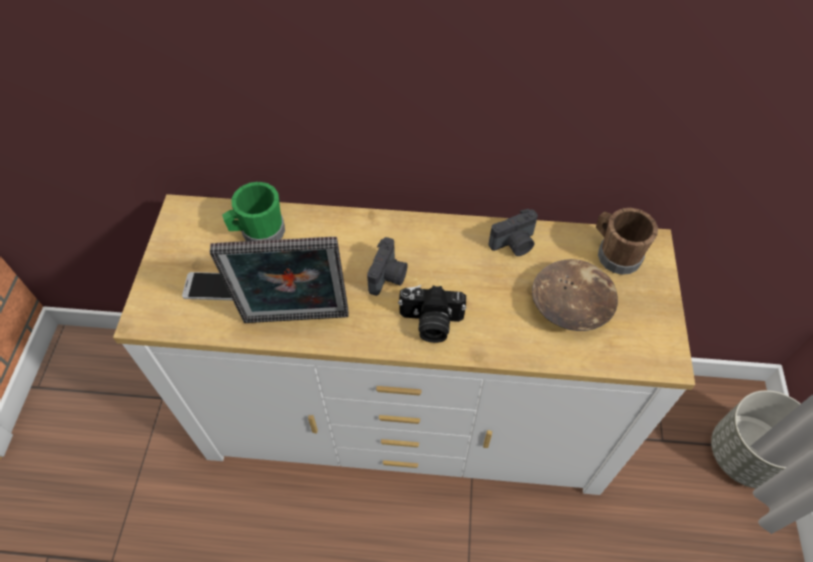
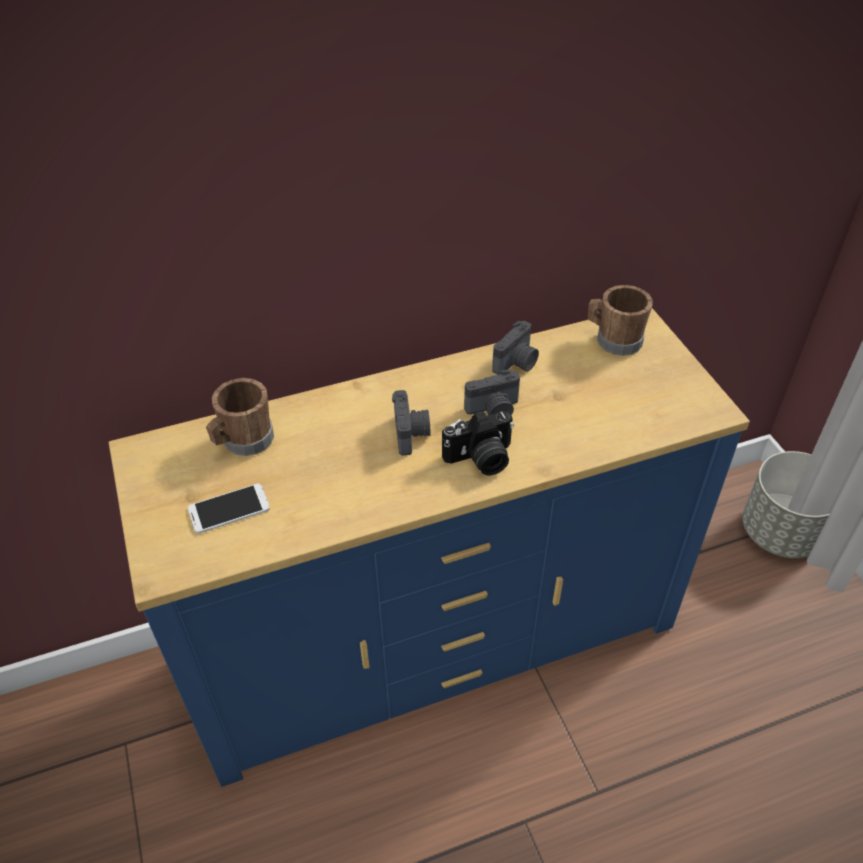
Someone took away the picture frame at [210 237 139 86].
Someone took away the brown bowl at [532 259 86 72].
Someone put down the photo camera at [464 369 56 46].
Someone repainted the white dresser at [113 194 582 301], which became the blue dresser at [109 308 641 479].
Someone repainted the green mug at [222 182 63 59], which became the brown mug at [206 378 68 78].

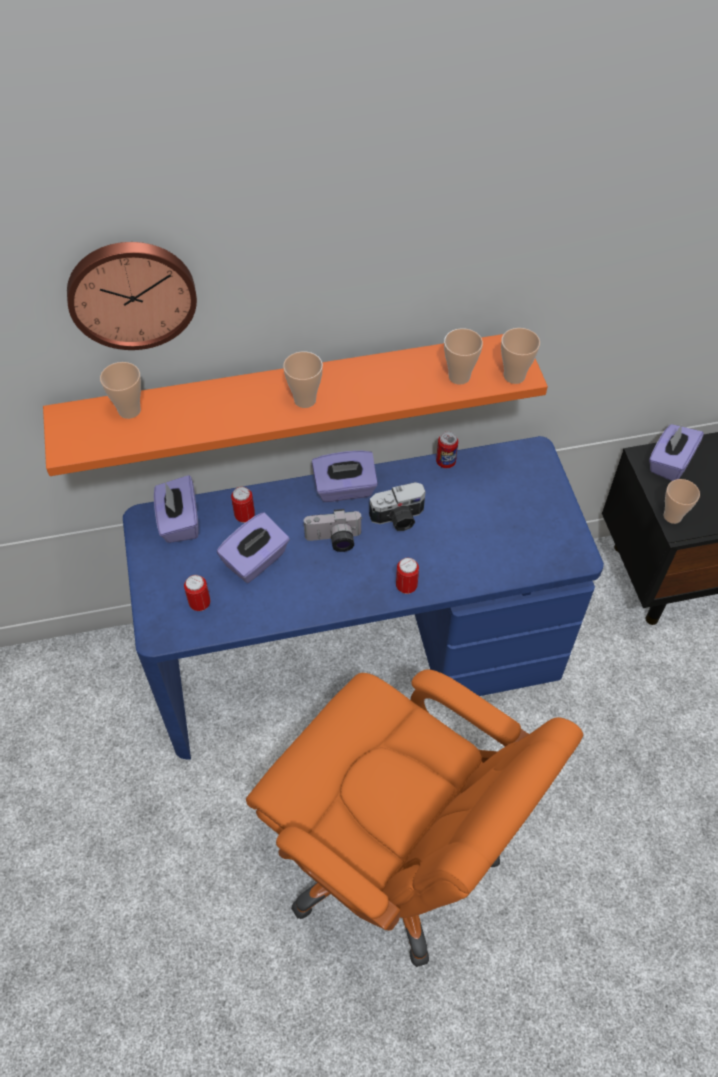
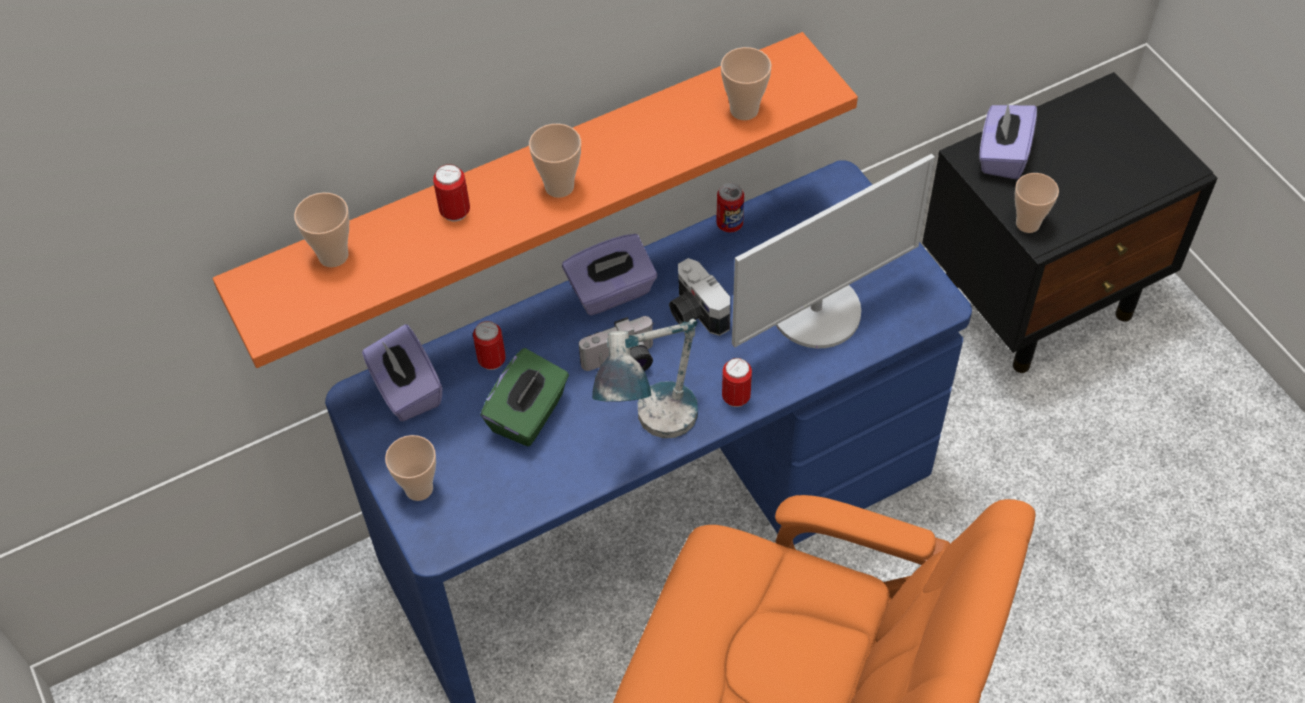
Someone took away the wall clock at [67 242 130 108].
Someone put down the table lamp at [592 318 106 120].
Someone put down the monitor at [732 154 203 194].
Someone carried the can from [184 575 26 36] to [433 164 37 58].
Someone carried the cup from [501 328 39 56] to [385 435 51 66].
Someone repainted the purple tissue box at [217 512 73 71], which became the green tissue box at [480 348 89 98].
Someone rotated the photo camera at [369 482 57 49] by 90 degrees clockwise.

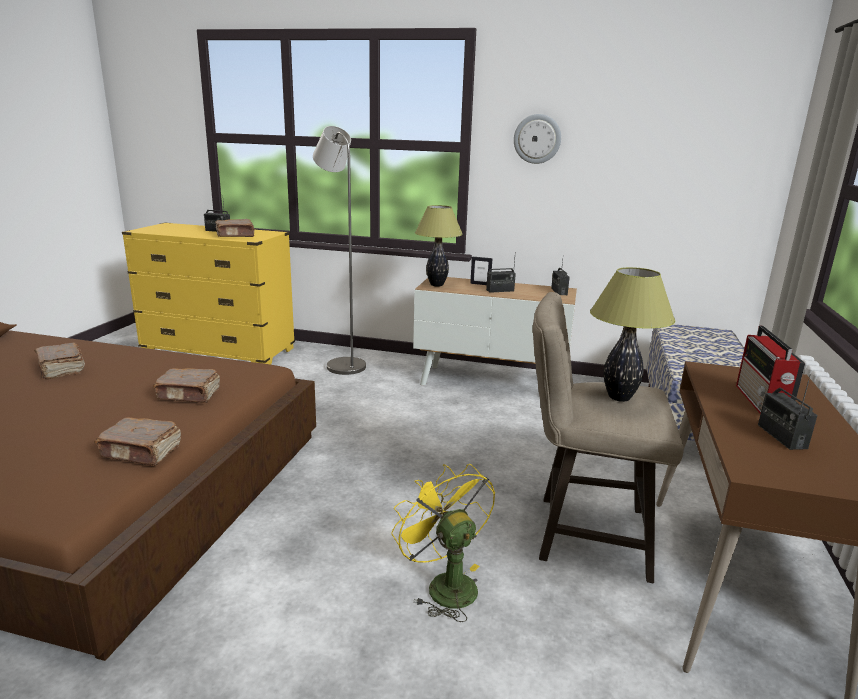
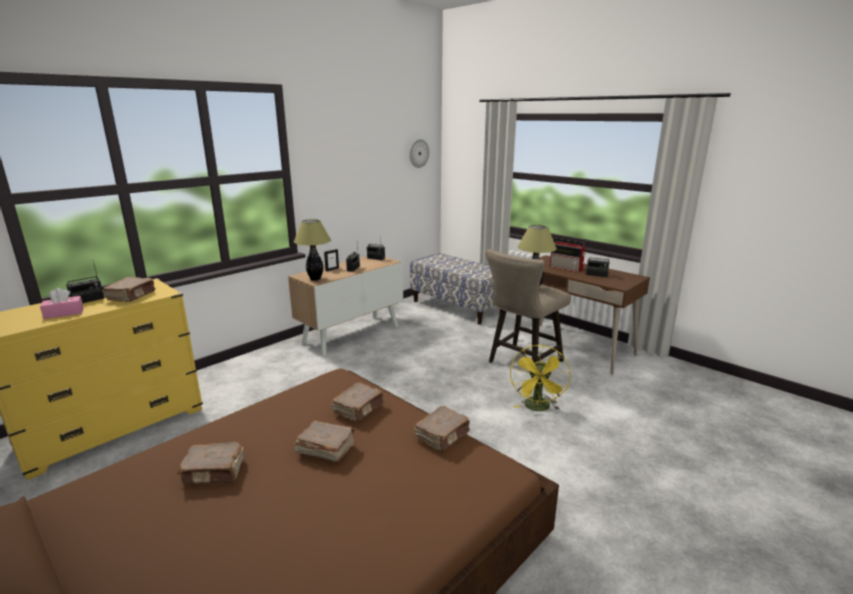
Someone took away the grey floor lamp at [313 126 53 249].
Someone put down the pink tissue box at [40 288 44 31].
Someone put down the brown book at [295 420 60 42].
Someone carried the wall clock from [514 114 47 50] to [409 139 20 29].
Someone rotated the yellow fan at [391 464 105 158] by 75 degrees counterclockwise.

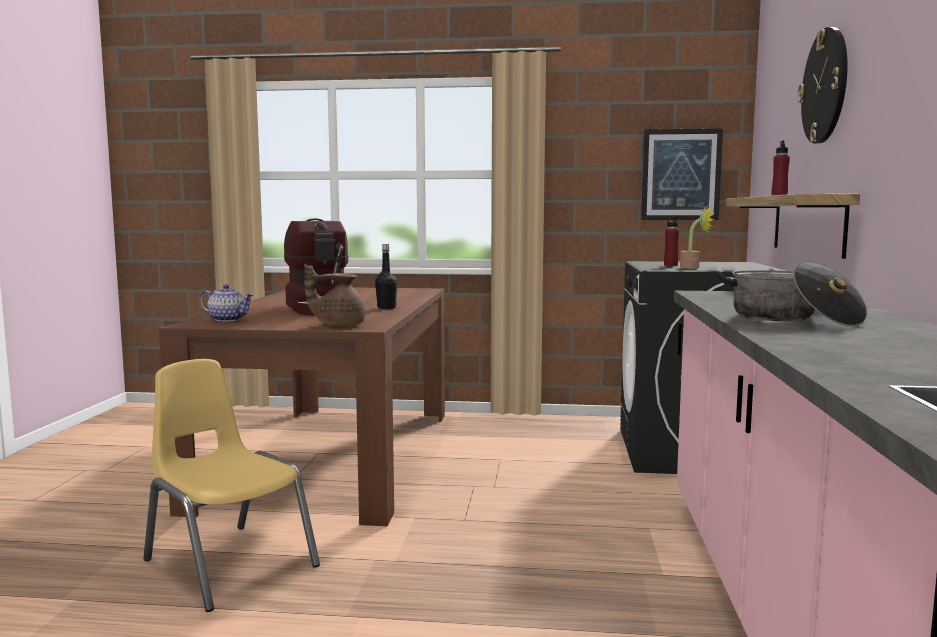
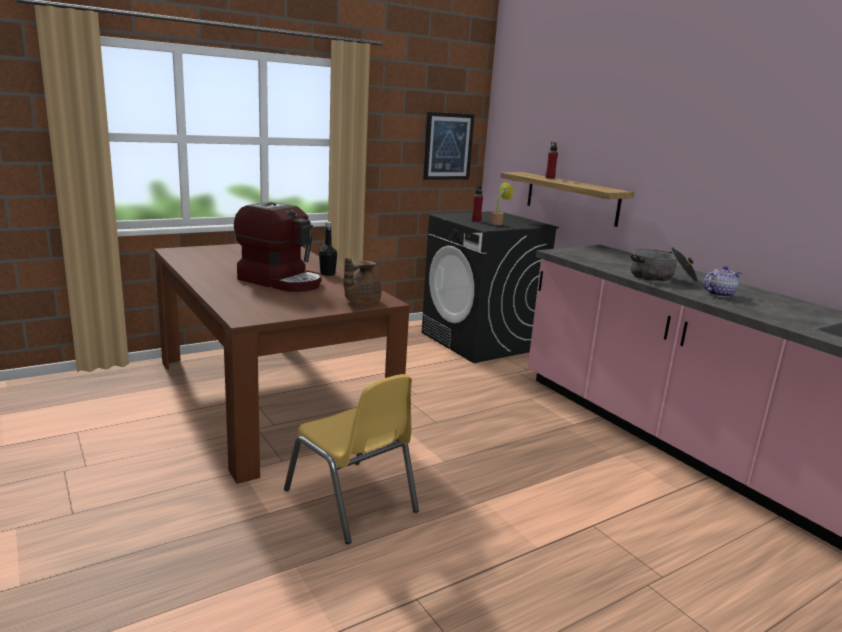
Someone took away the wall clock at [798 27 49 117].
Someone carried the teapot from [199 284 55 38] to [703 266 38 31].
Someone rotated the yellow chair at [143 359 177 253] by 135 degrees counterclockwise.

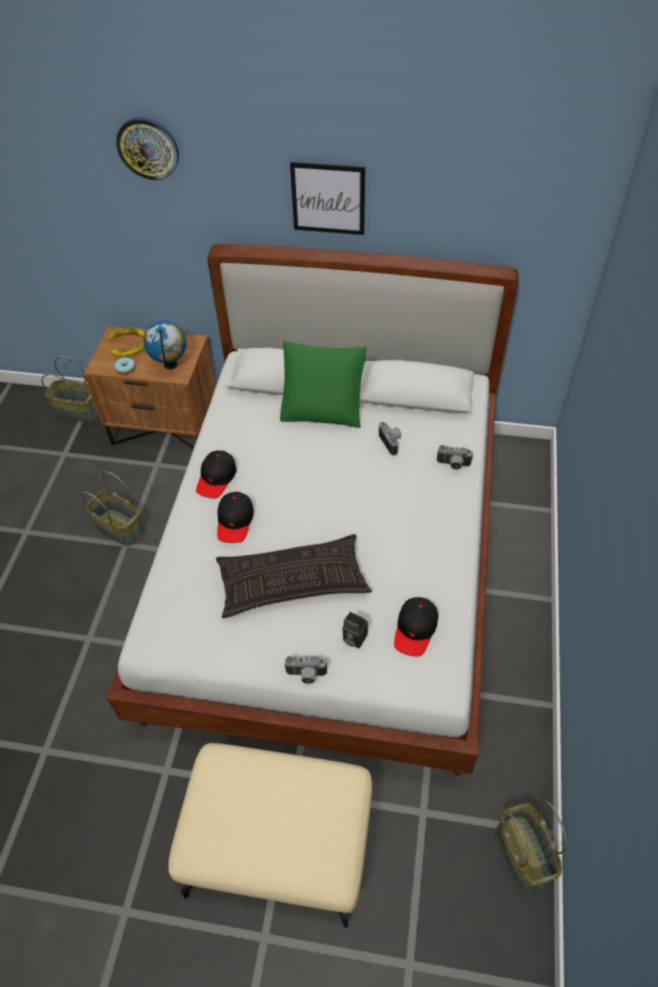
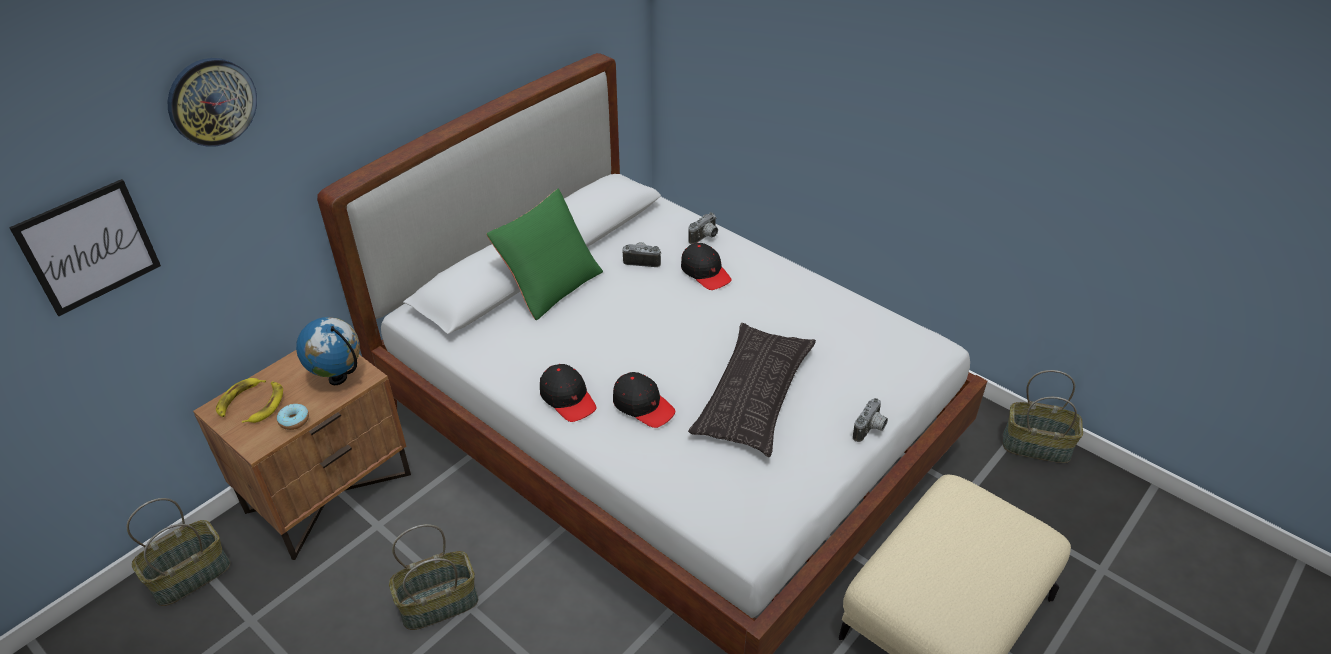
Someone took away the photo camera at [342 612 26 36].
Someone carried the picture from [290 162 75 73] to [9 179 152 137].
Someone carried the black cap from [394 597 44 59] to [681 243 51 47].

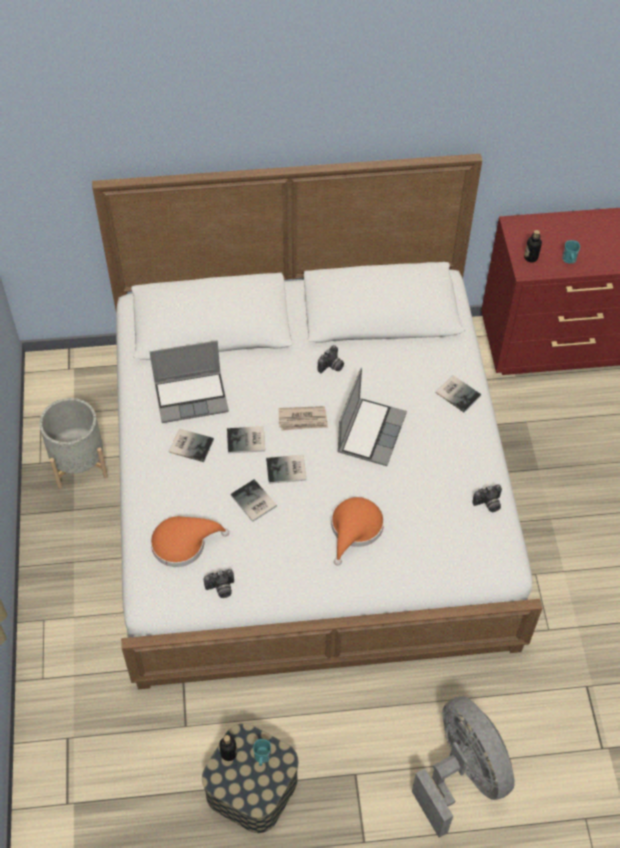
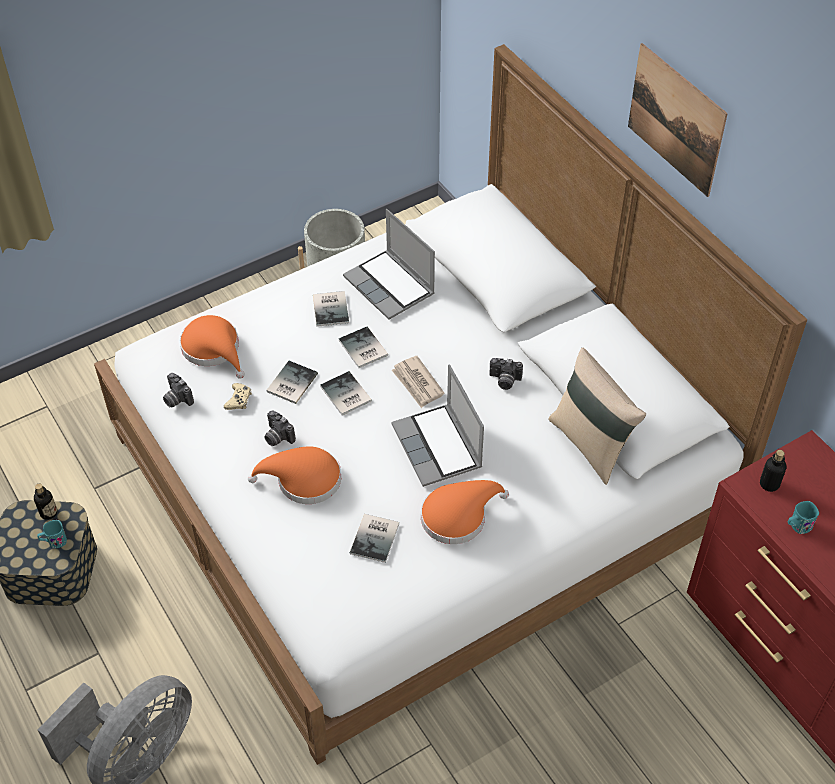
Someone put down the beige game controller at [224 383 28 27].
Someone put down the orange hat at [421 480 88 64].
Someone put down the beige pillow at [548 348 98 137].
Someone put up the picture at [628 43 100 154].
Someone carried the book from [436 375 45 37] to [350 514 49 49].
Someone carried the photo camera from [473 484 29 28] to [265 411 31 35].
Someone rotated the laptop at [337 368 70 98] by 75 degrees clockwise.

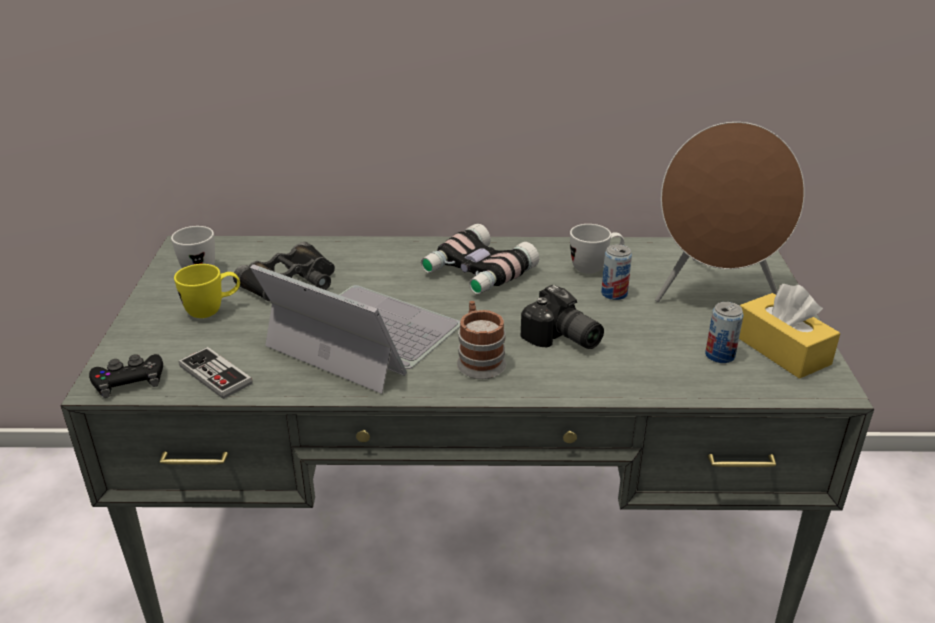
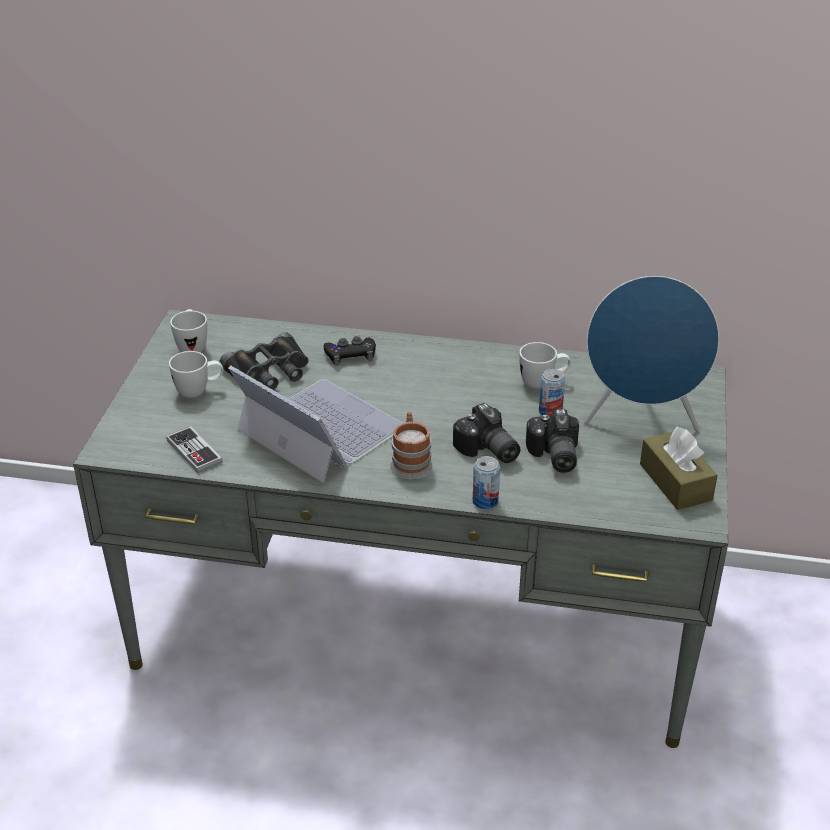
Someone took away the binoculars at [421 223 118 71].
Someone put down the photo camera at [526 409 53 64].
Someone carried the black game controller from [89 354 74 44] to [324 336 52 30].
Someone carried the can from [705 302 39 61] to [473 456 27 53].
Someone repainted the yellow mug at [174 264 66 54], which became the white mug at [169 351 55 47].
Someone repainted the brown speaker at [655 122 150 180], which became the blue speaker at [584 276 135 156].
Someone repainted the yellow tissue box at [739 284 101 95], which became the brown tissue box at [640 426 78 84].

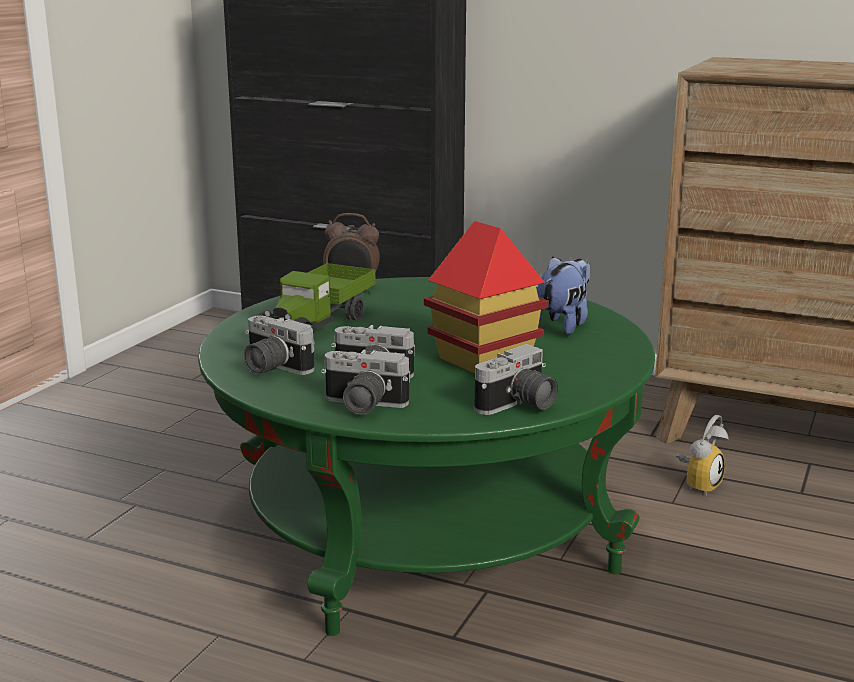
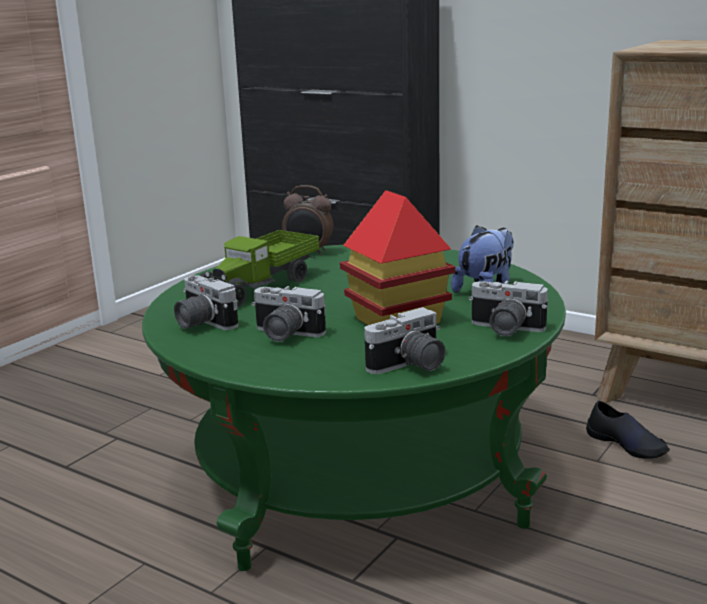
Someone carried the photo camera from [321 350 89 65] to [468 280 80 56].
Someone swapped the alarm clock at [676 415 53 80] for the black shoe at [586 401 84 58].

